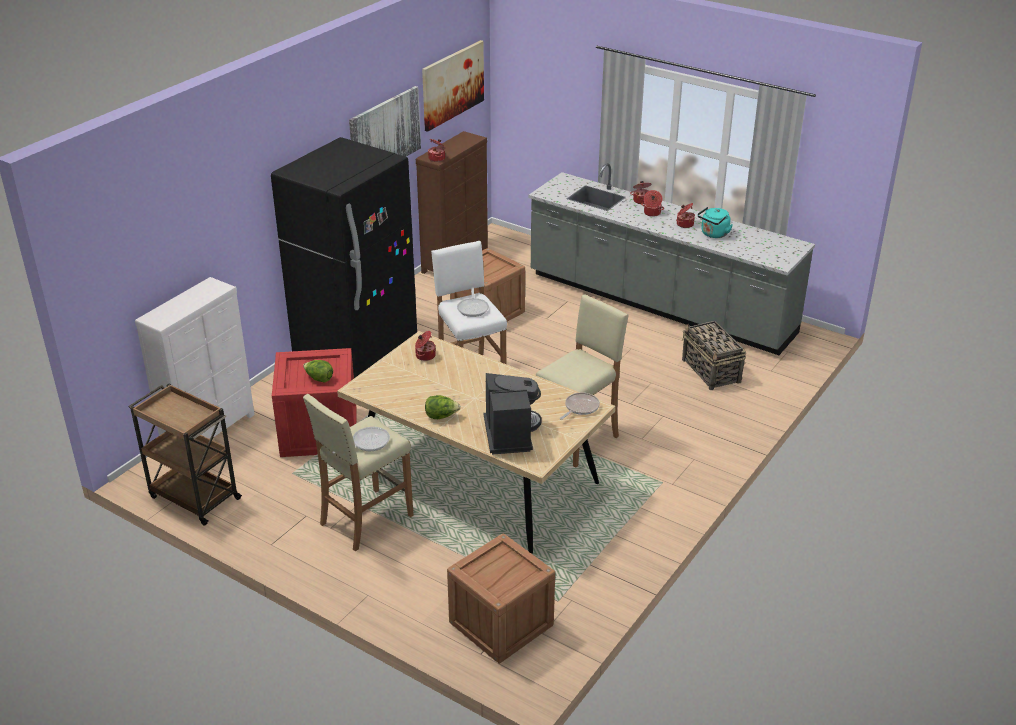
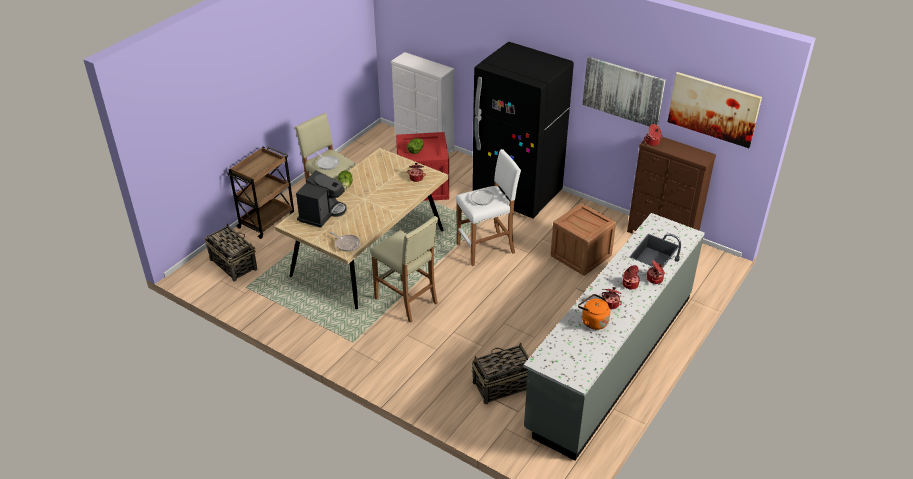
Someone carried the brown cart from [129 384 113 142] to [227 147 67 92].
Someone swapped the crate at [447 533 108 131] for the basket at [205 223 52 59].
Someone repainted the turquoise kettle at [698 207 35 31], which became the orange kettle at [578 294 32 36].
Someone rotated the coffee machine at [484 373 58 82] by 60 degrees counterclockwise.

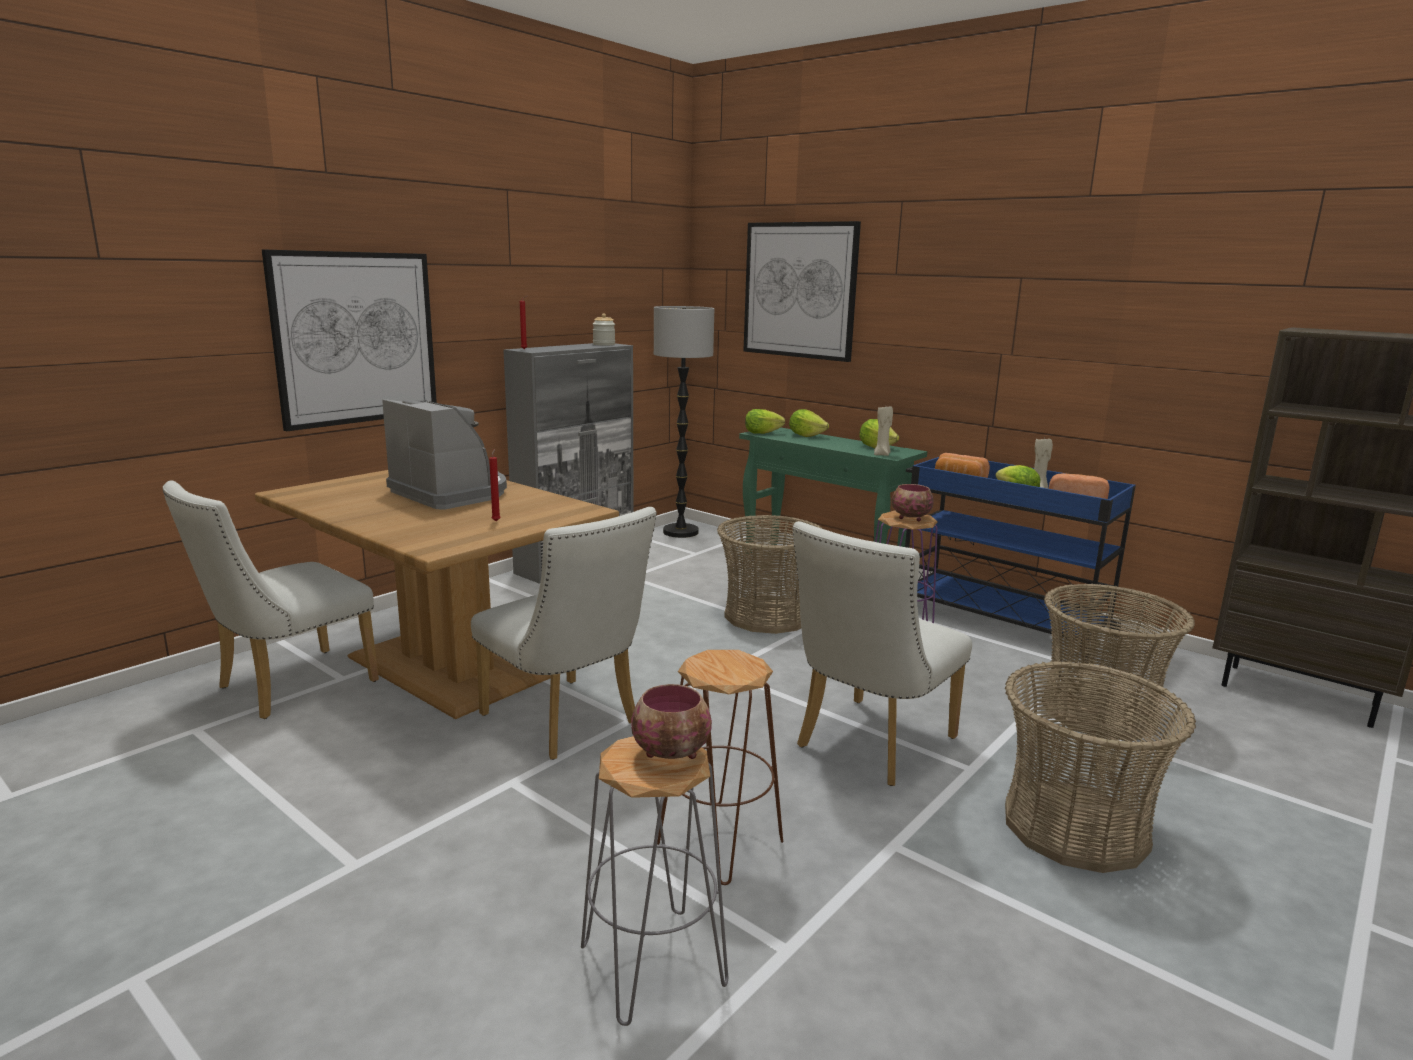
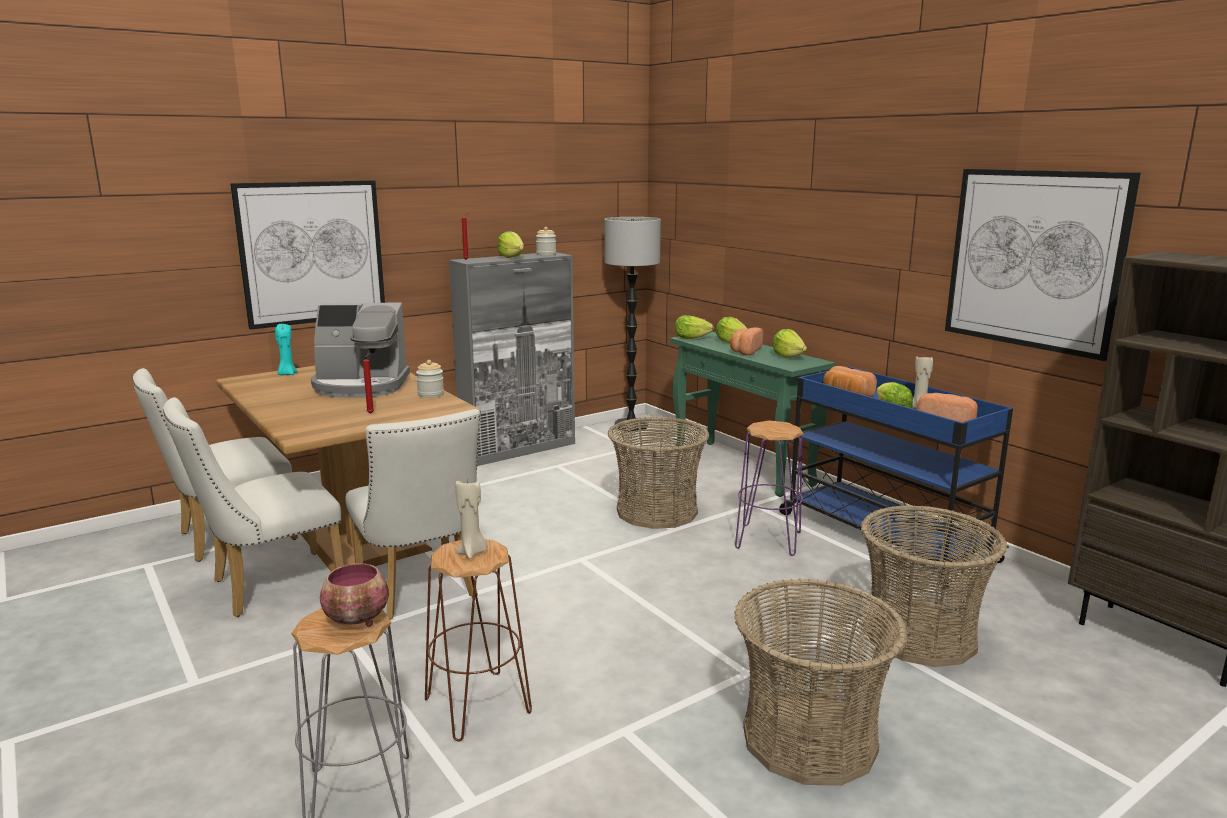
Someone took away the bowl at [892 484 42 37].
Someone put down the turquoise candle at [275 324 22 51].
Someone put down the jar at [416 360 28 38].
Someone put down the lettuce at [498 231 26 27].
Someone put down the bread at [730 327 33 28].
Someone carried the picture from [743 221 118 141] to [945 169 196 192].
Someone carried the white chair from [793 521 179 265] to [163 397 181 220].
Someone carried the beige candle from [874 406 19 50] to [455 478 32 81].
Someone rotated the coffee machine at [382 399 125 110] by 120 degrees clockwise.

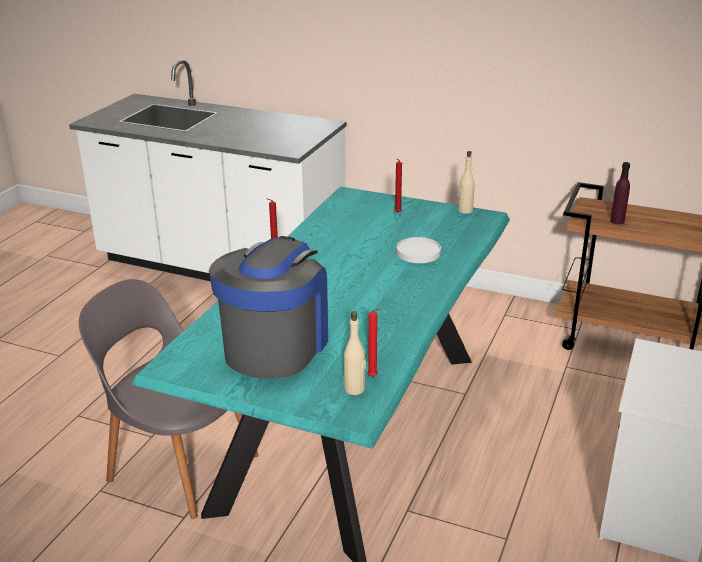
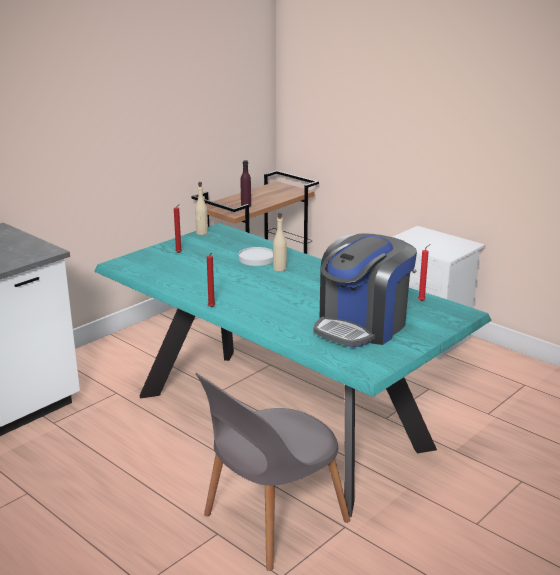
Someone carried the beige bottle from [344 311 22 84] to [273 213 14 58].
Someone rotated the coffee machine at [209 236 119 143] by 90 degrees counterclockwise.

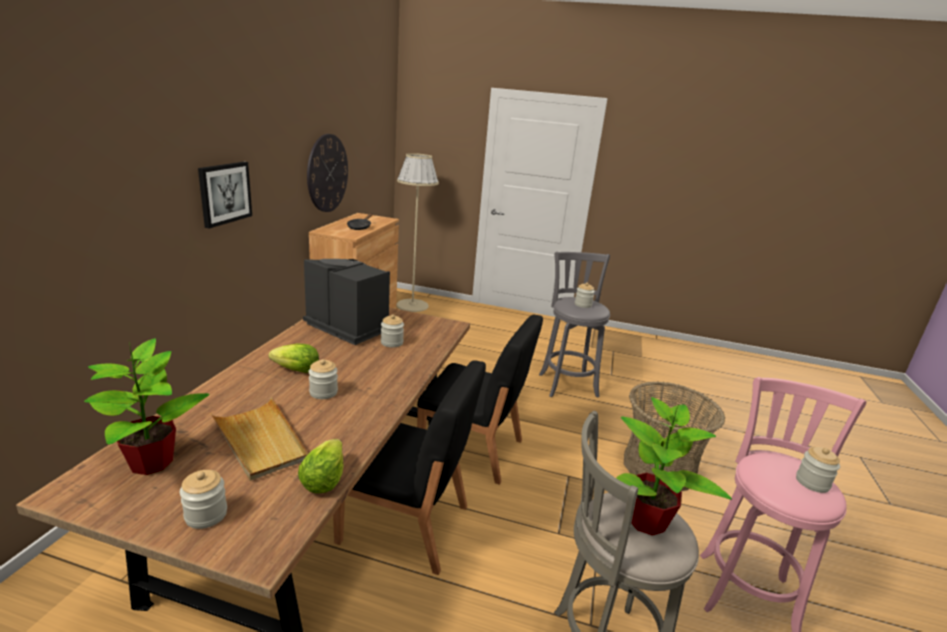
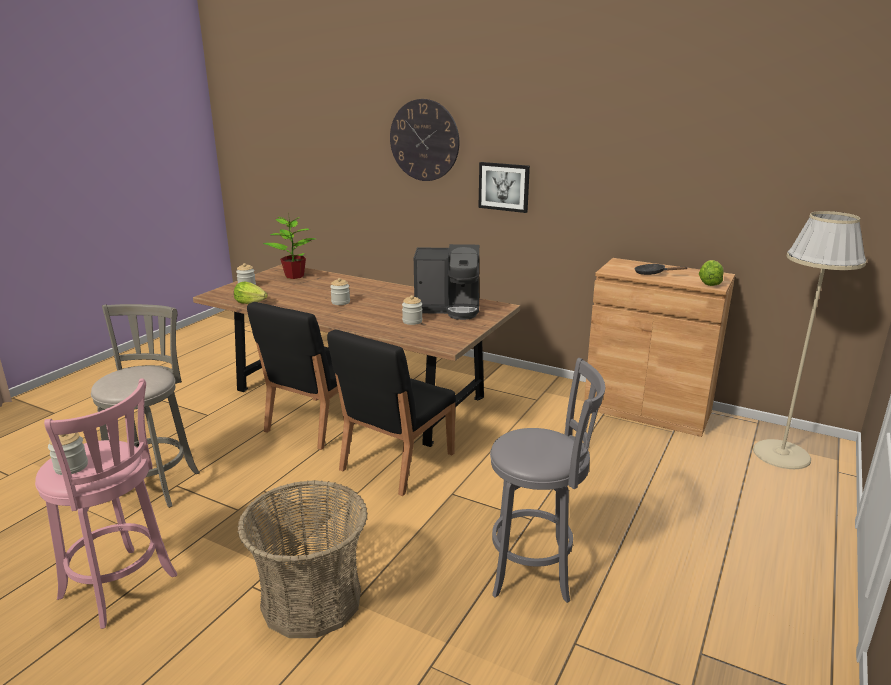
Someone took away the beige tray at [210 397 98 84].
Someone took away the jar at [575 282 20 26].
Someone took away the potted plant at [616 397 116 139].
Someone carried the lettuce from [269 343 50 30] to [699 260 25 26].
Someone carried the wall clock from [307 134 41 78] to [390 99 69 82].
Someone rotated the coffee machine at [303 259 87 86] by 45 degrees clockwise.

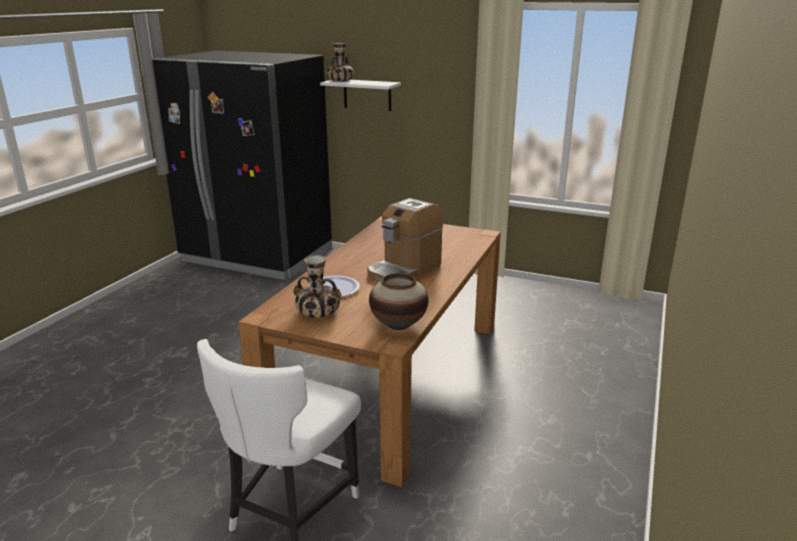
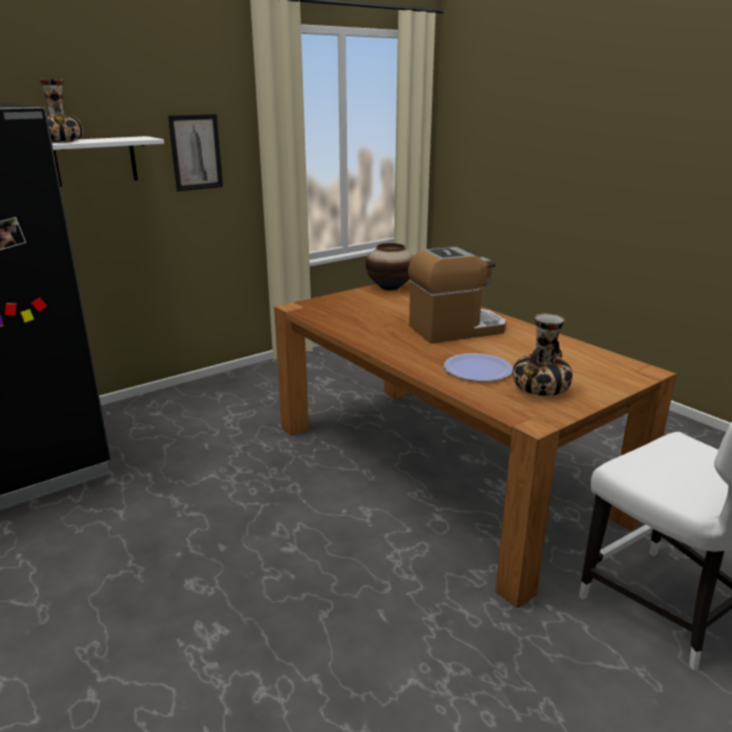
Someone put up the picture at [168 114 55 77].
Someone carried the vase from [369 273 60 57] to [366 243 48 47].
Someone rotated the coffee machine at [368 198 76 83] by 90 degrees counterclockwise.

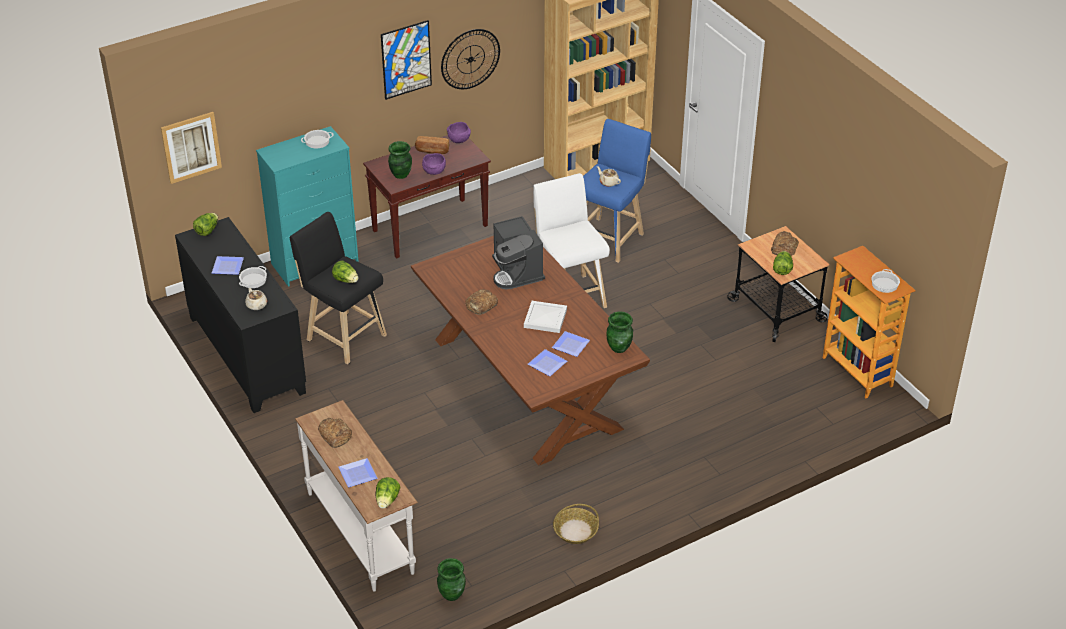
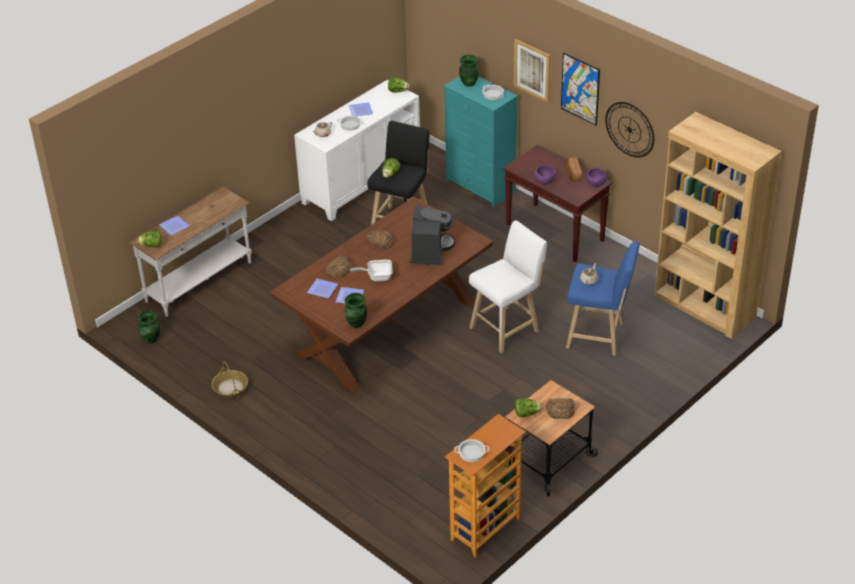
Someone carried the picture from [161 112 61 72] to [514 39 36 63].
Someone carried the bread from [318 418 34 30] to [325 255 28 23].
Someone carried the green vase from [388 141 24 38] to [459 55 20 32].
Someone swapped the white tray at [524 301 43 32] for the frying pan at [350 260 43 21].
Someone repainted the black cabinet at [175 217 131 196], which became the white cabinet at [294 80 126 141].
Someone rotated the coffee machine at [492 216 53 74] by 135 degrees clockwise.

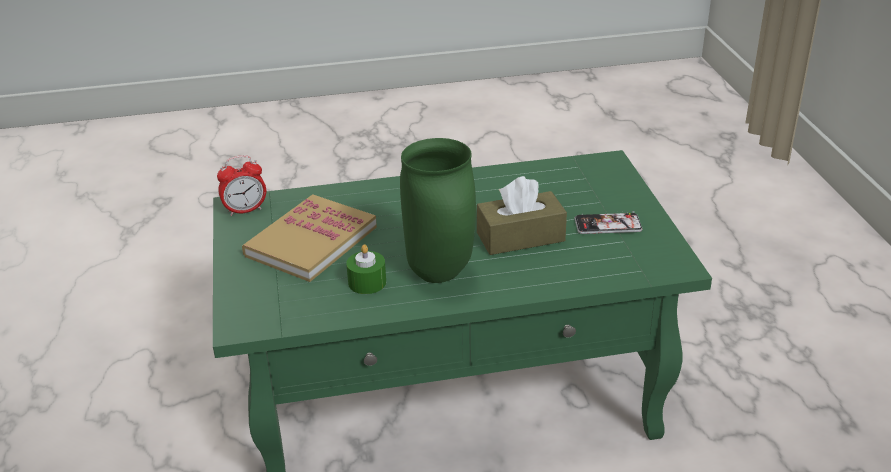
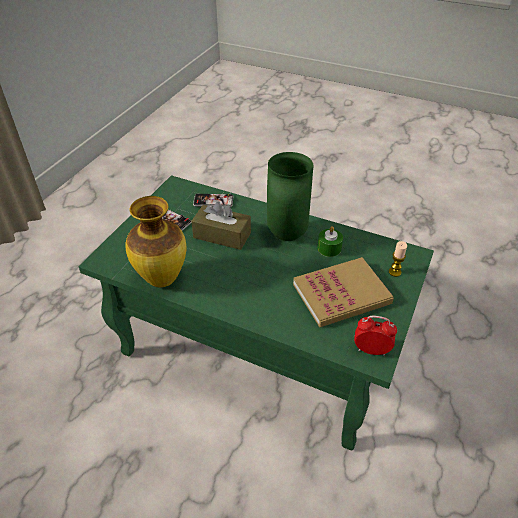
Someone put down the vase at [126 196 60 91].
Someone put down the phone at [193 193 41 14].
Someone put down the candle at [389 241 18 36].

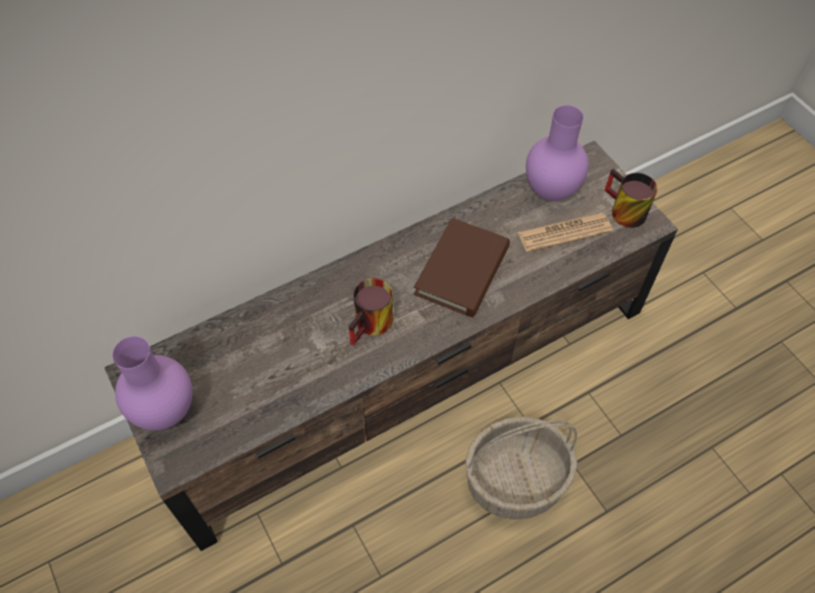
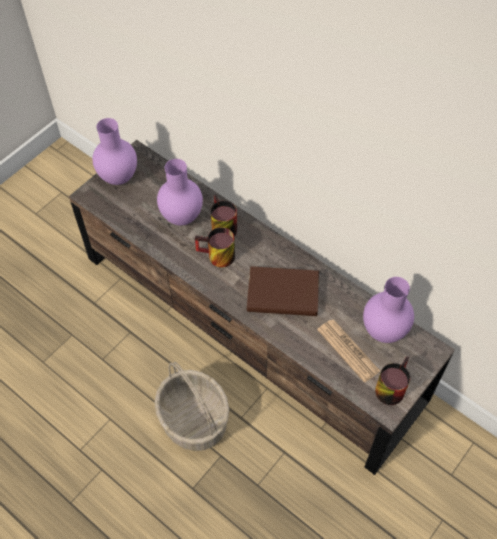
Someone put down the purple vase at [157 159 46 67].
Someone put down the mug at [211 195 26 41].

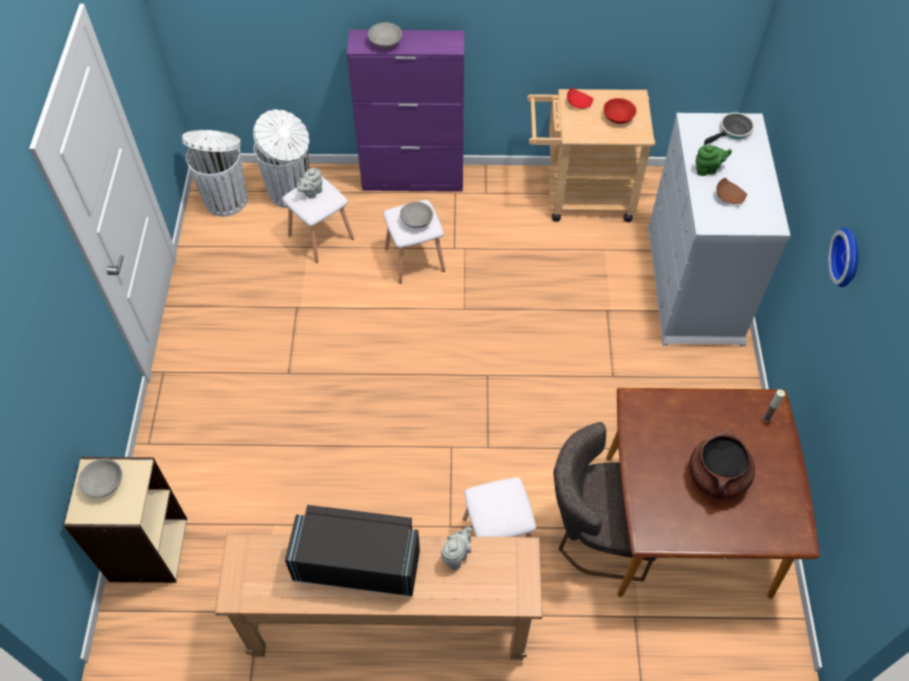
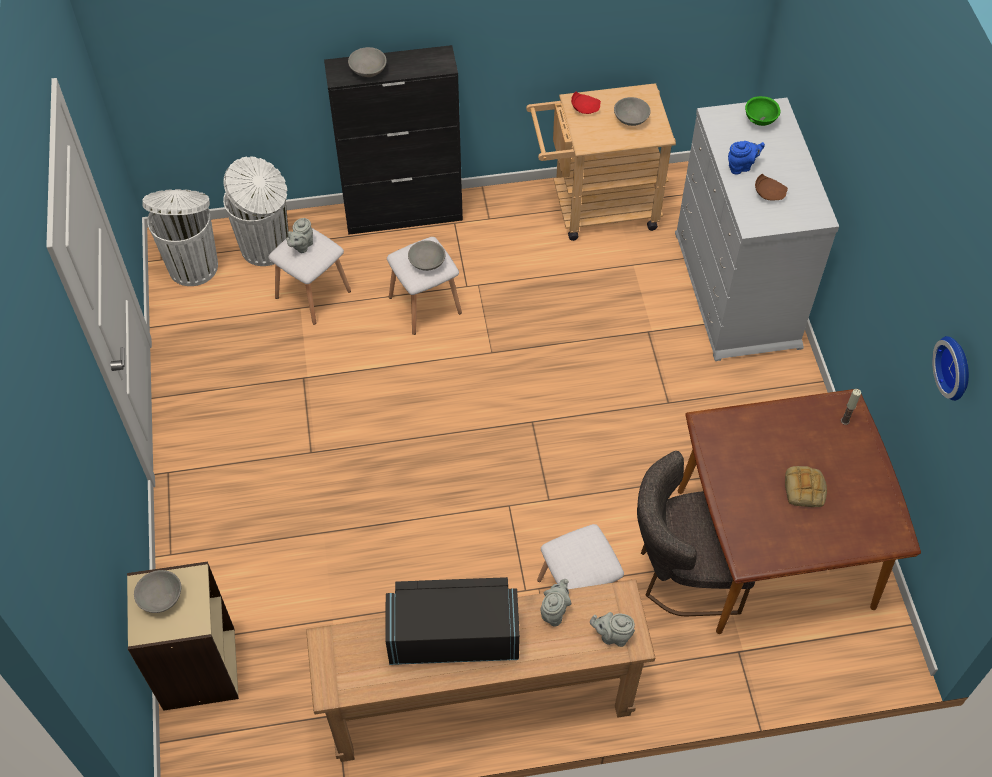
Someone put down the grey teapot at [590 612 45 35].
Someone carried the wall clock from [828 227 31 60] to [932 336 37 65].
Someone swapped the brown cooking pot at [689 428 66 73] for the bread at [785 466 42 41].
Someone swapped the frying pan at [704 113 50 32] for the green bowl at [745 96 36 30].
Someone repainted the purple cabinet at [347 30 117 162], which became the black cabinet at [324 45 139 190].
Someone repainted the red bowl at [603 98 34 26], which became the grey bowl at [614 97 37 29].
Someone repainted the green teapot at [696 145 36 31], which became the blue teapot at [728 141 37 33].

